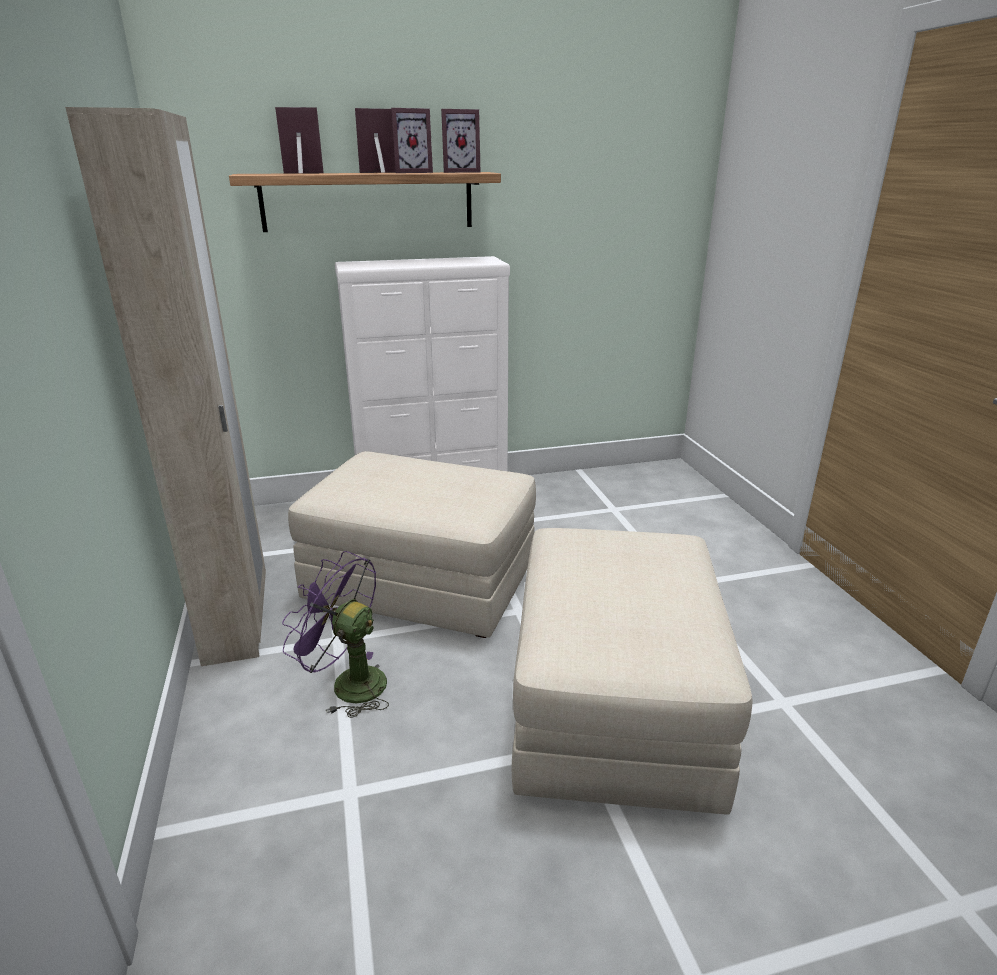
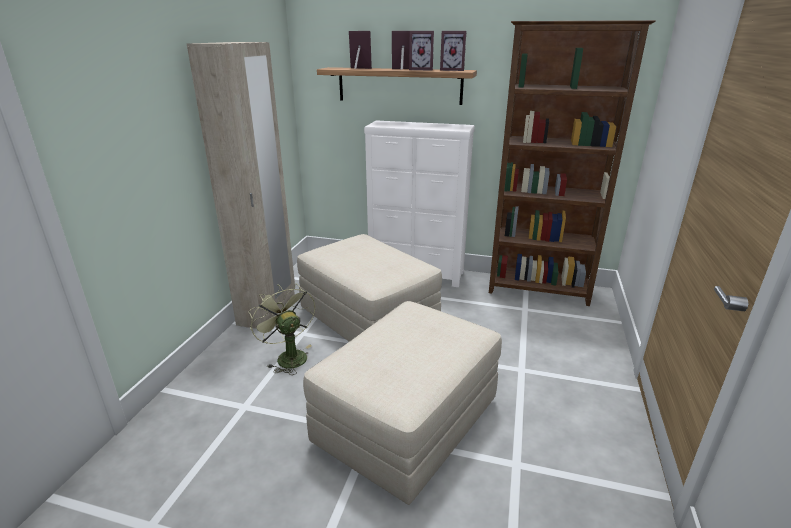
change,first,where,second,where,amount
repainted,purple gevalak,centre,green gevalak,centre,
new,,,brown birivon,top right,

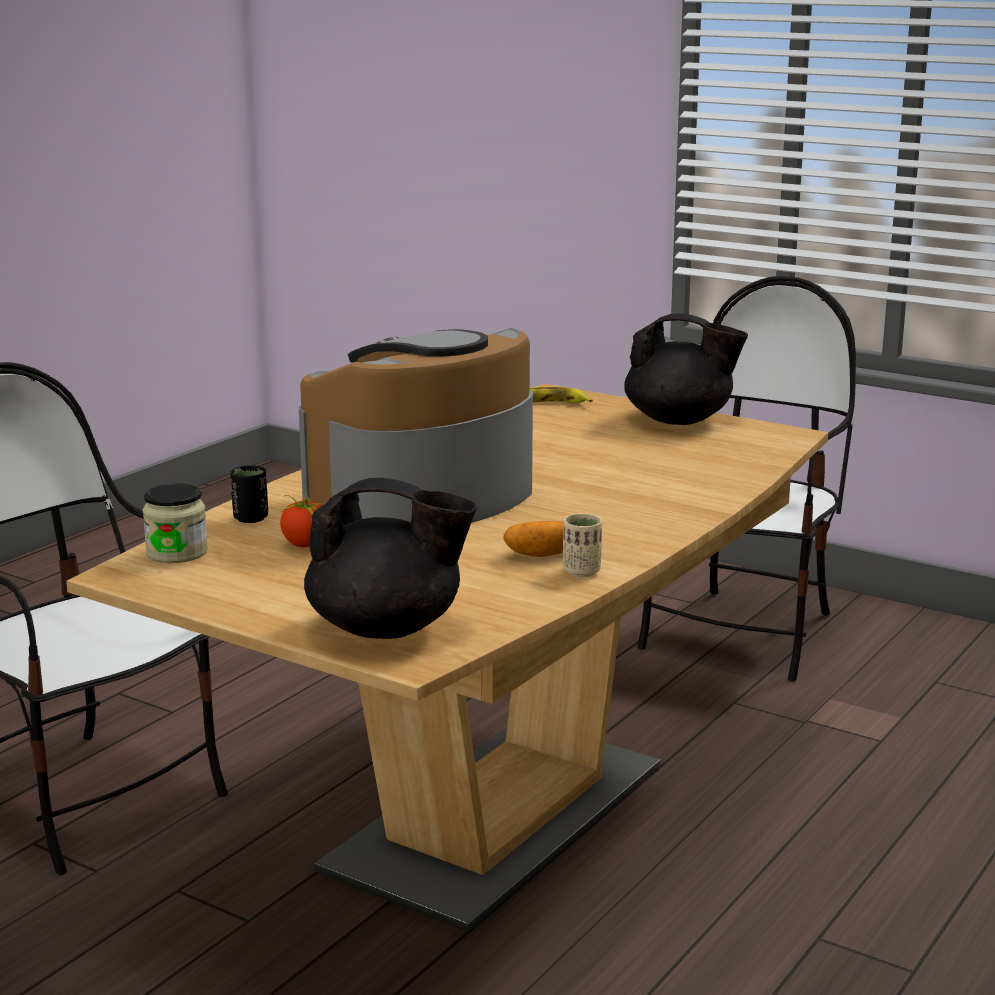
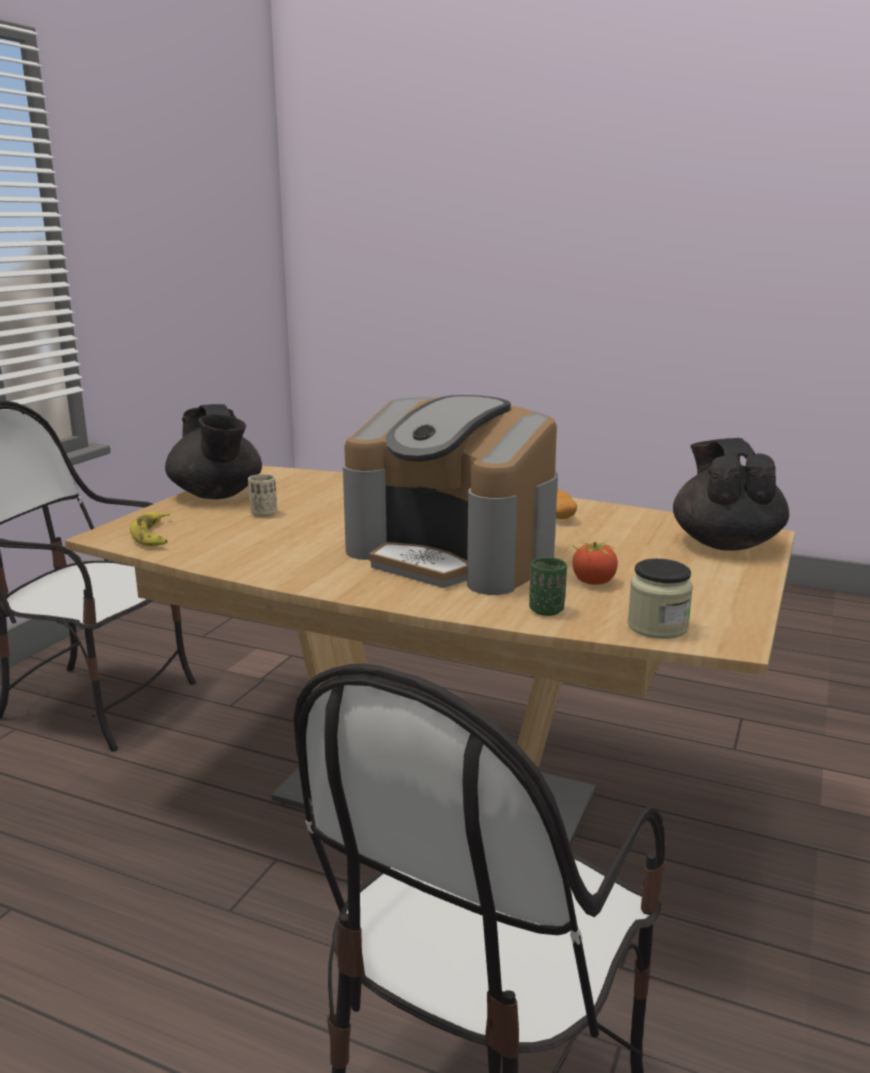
change,first,where,second,where,amount
rotated,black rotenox (no. 2 from left in the first image),middle right,black rotenox (no. 1 from left),middle left,150 degrees clockwise
repainted,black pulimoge,middle left,green pulimoge,centre,
shifted,beige pulimoge,centre,,middle left,

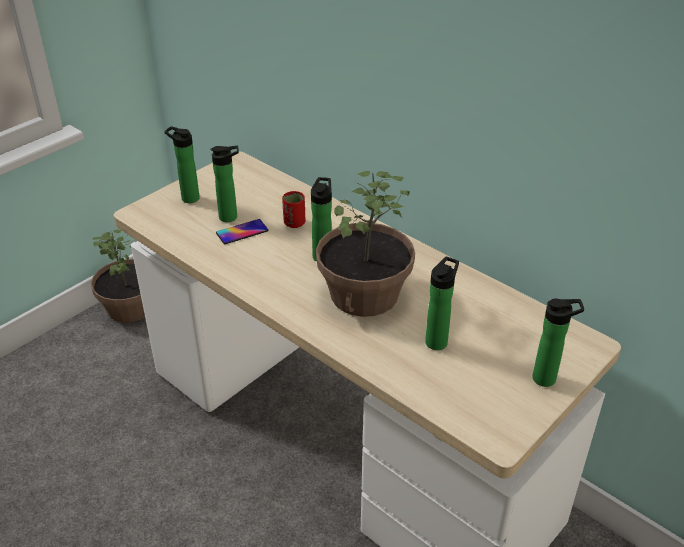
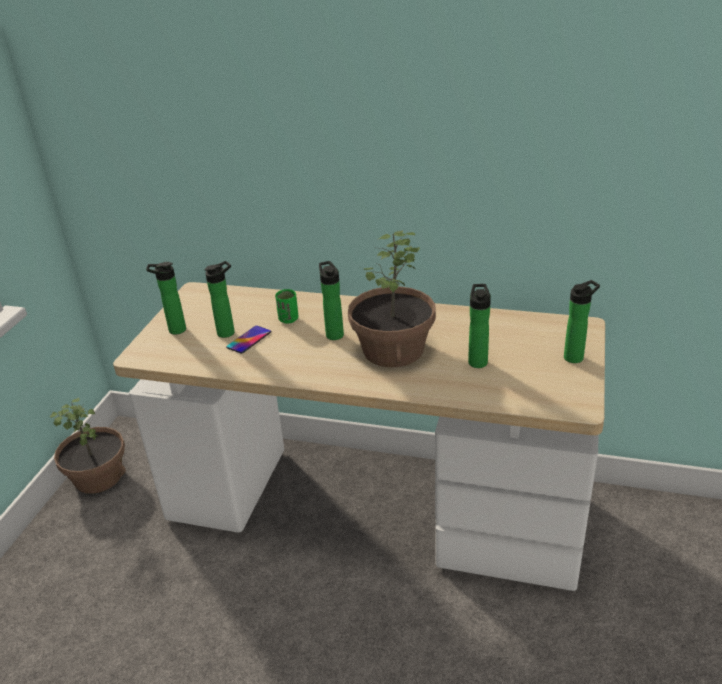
change,first,where,second,where,amount
repainted,red pulimoge,centre,green pulimoge,centre,

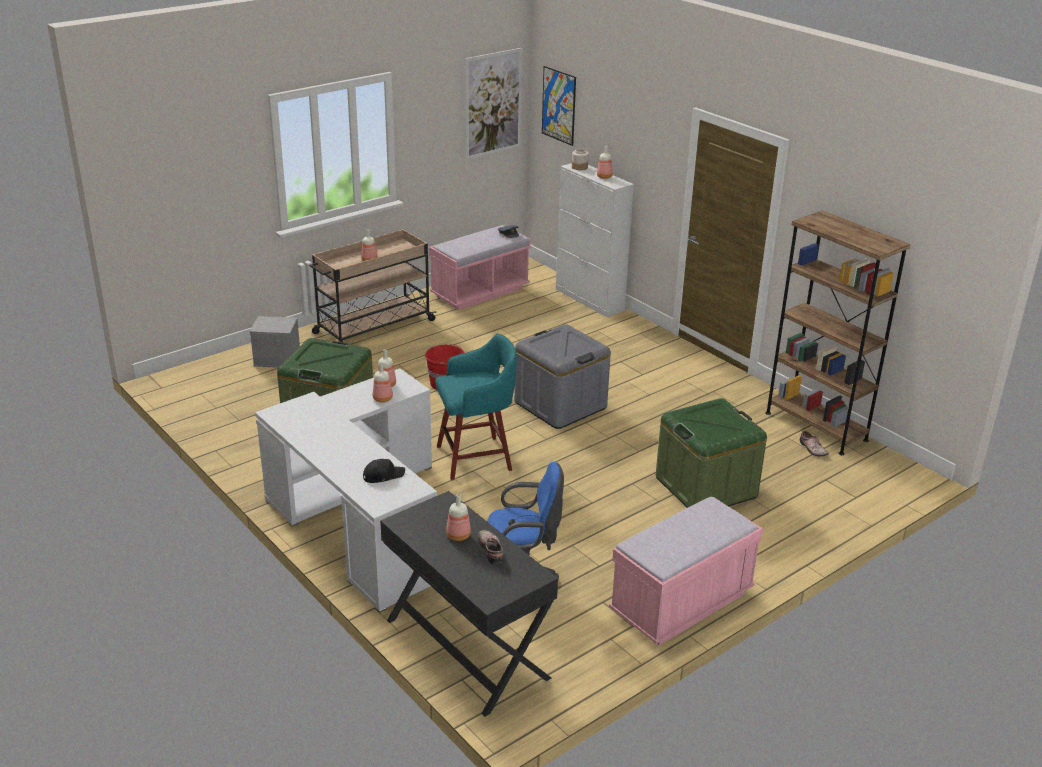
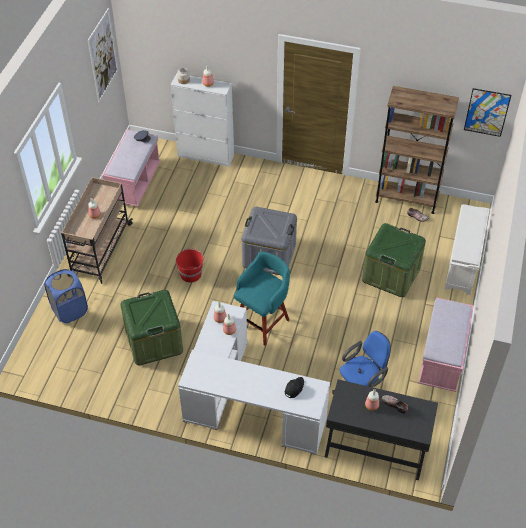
change,first,where,second,where,amount
shifted,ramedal (no. 2 from left),top centre,,top right,
swapped,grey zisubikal (no. 1 from left),middle left,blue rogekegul,middle left,
new,,,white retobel,middle right,

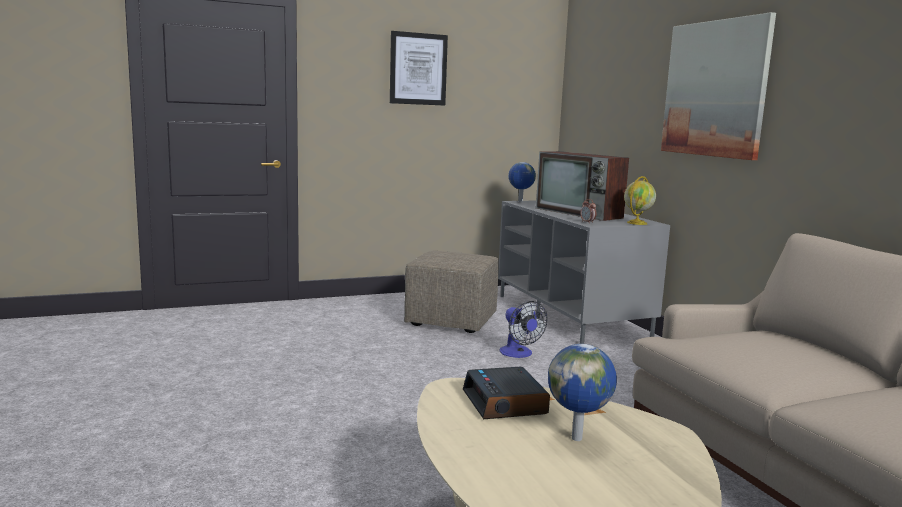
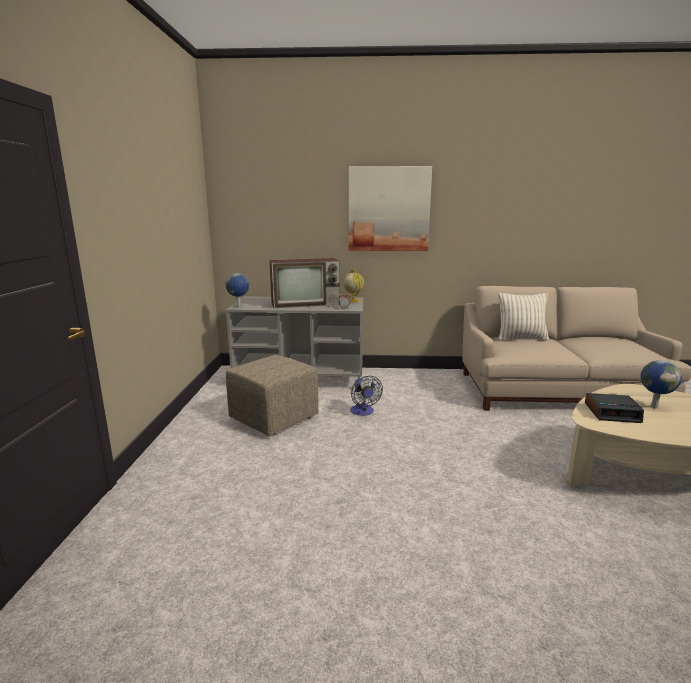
change,first,where,second,where,amount
gone,ramedal (no. 1 from left),top centre,,,
rotated,gevalak,centre,,centre,75 degrees clockwise
new,,,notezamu,middle right,

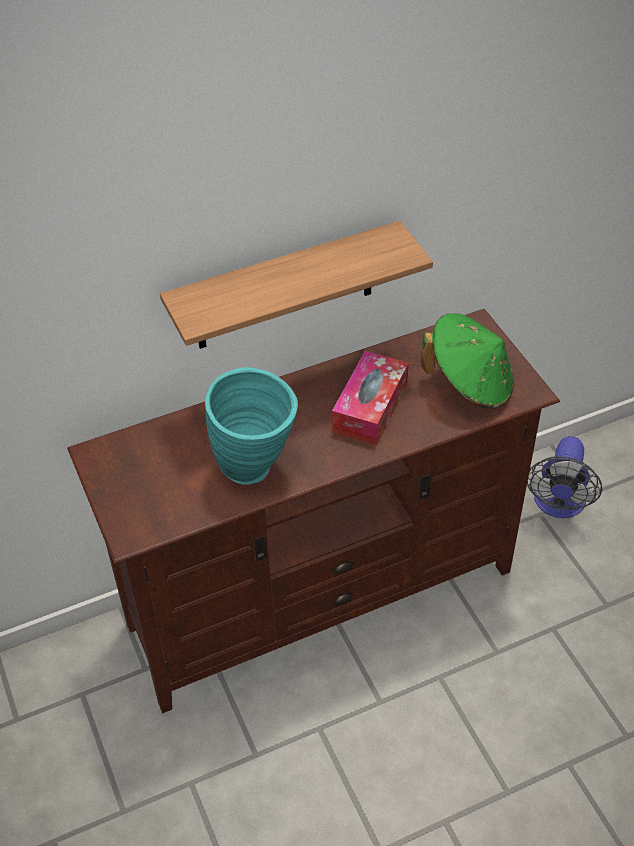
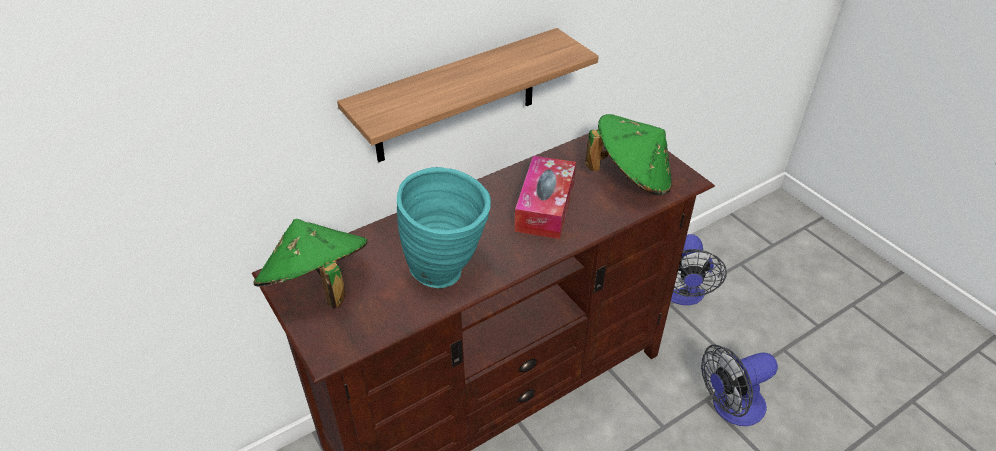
change,first,where,second,where,amount
new,,,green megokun (no. 1 from left),middle left,
new,,,gevalak (no. 2 from left),bottom right,

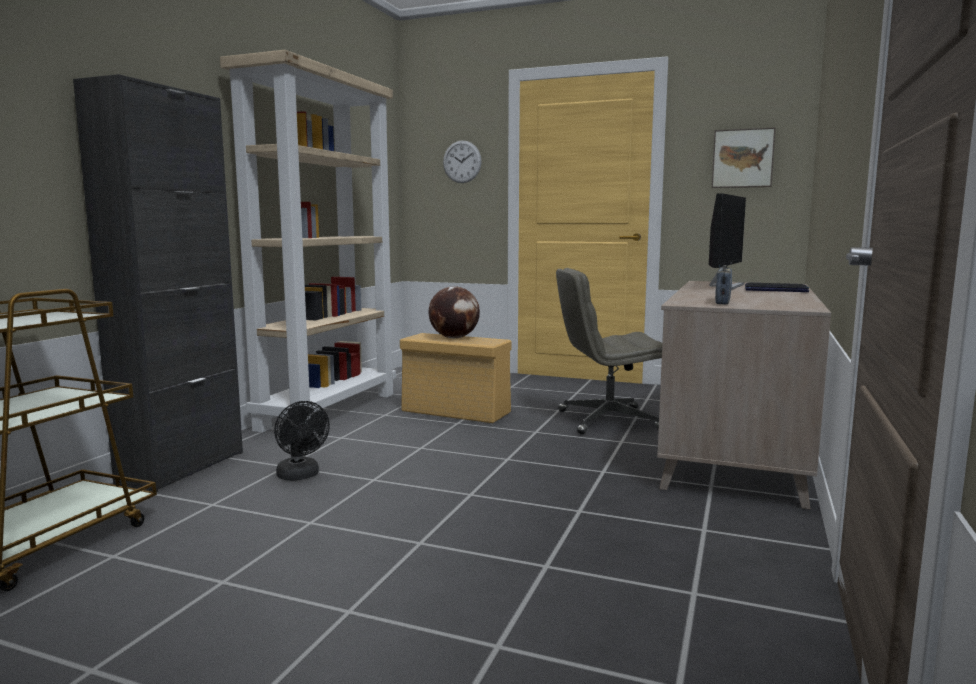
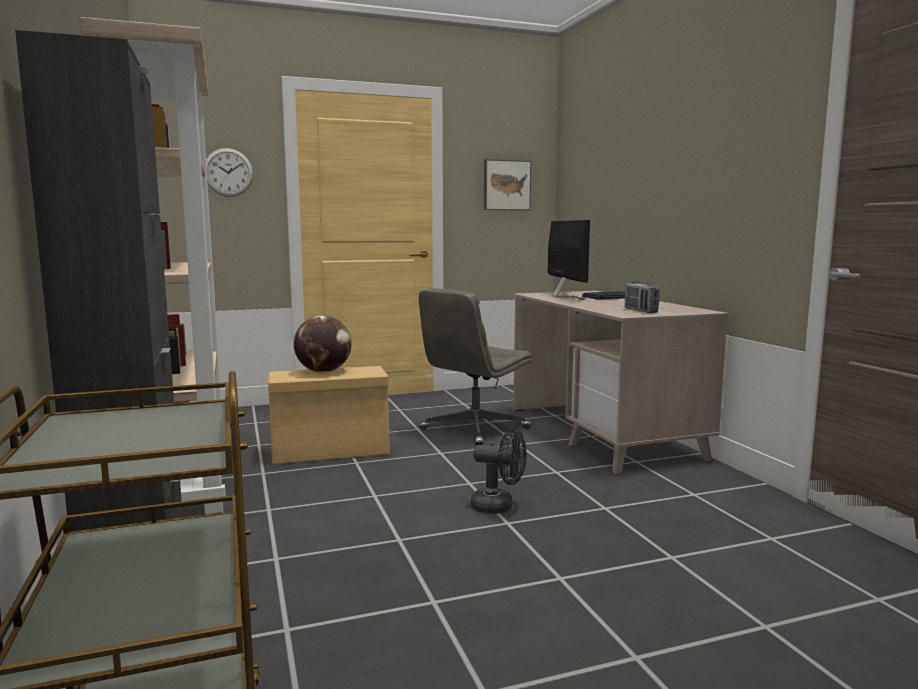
change,first,where,second,where,amount
shifted,black gevalak,middle left,,bottom centre,

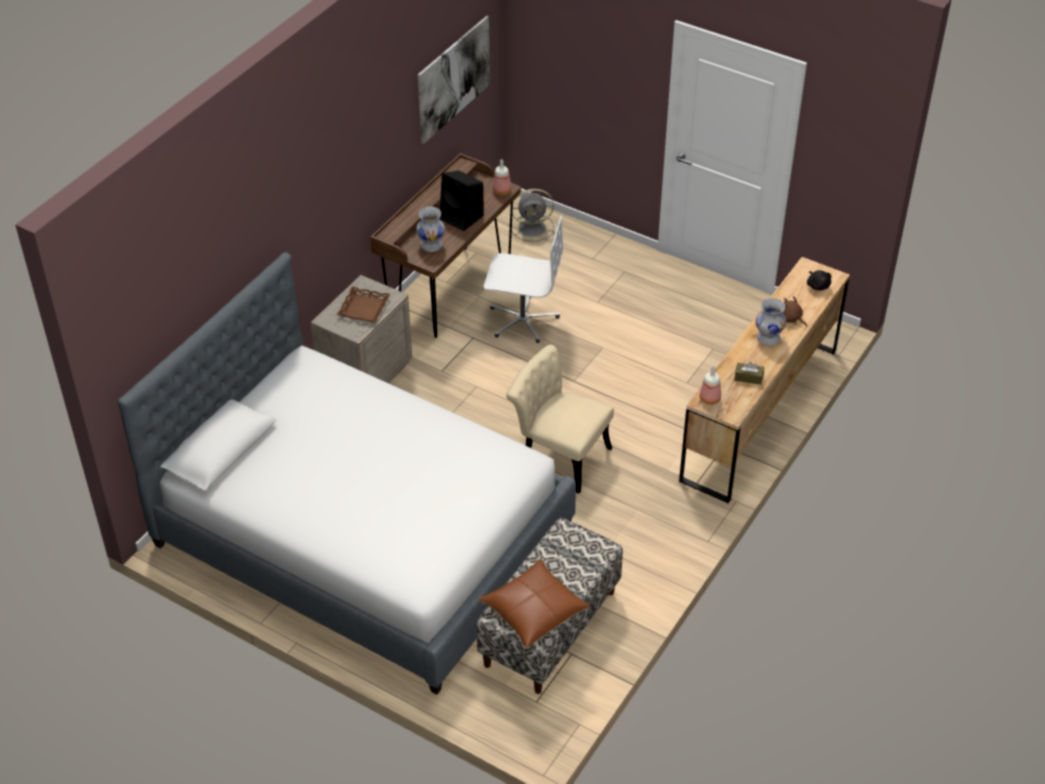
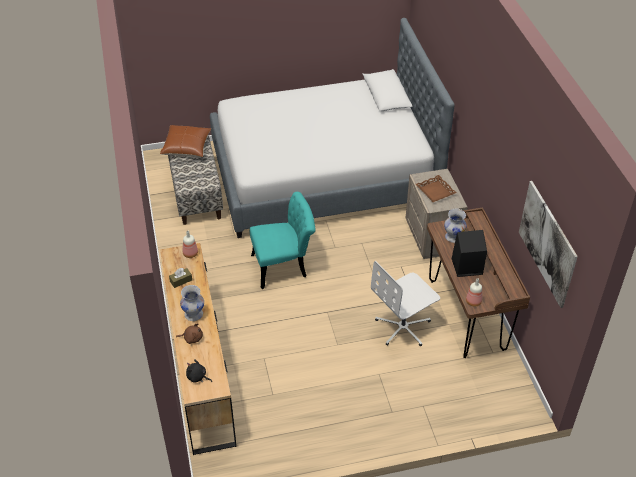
change,first,where,second,where,amount
gone,grey gevalak,top centre,,,
repainted,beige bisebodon,centre,turquoise bisebodon,centre,

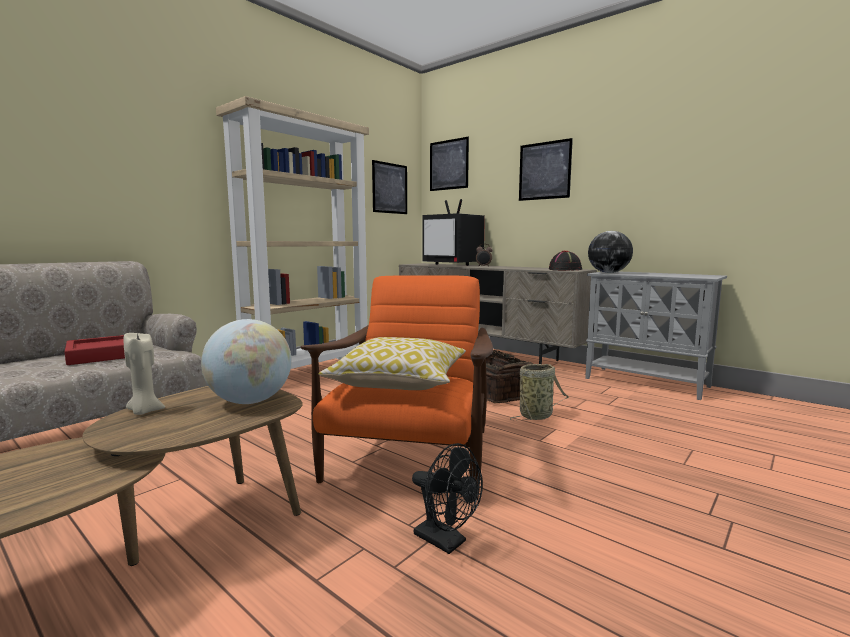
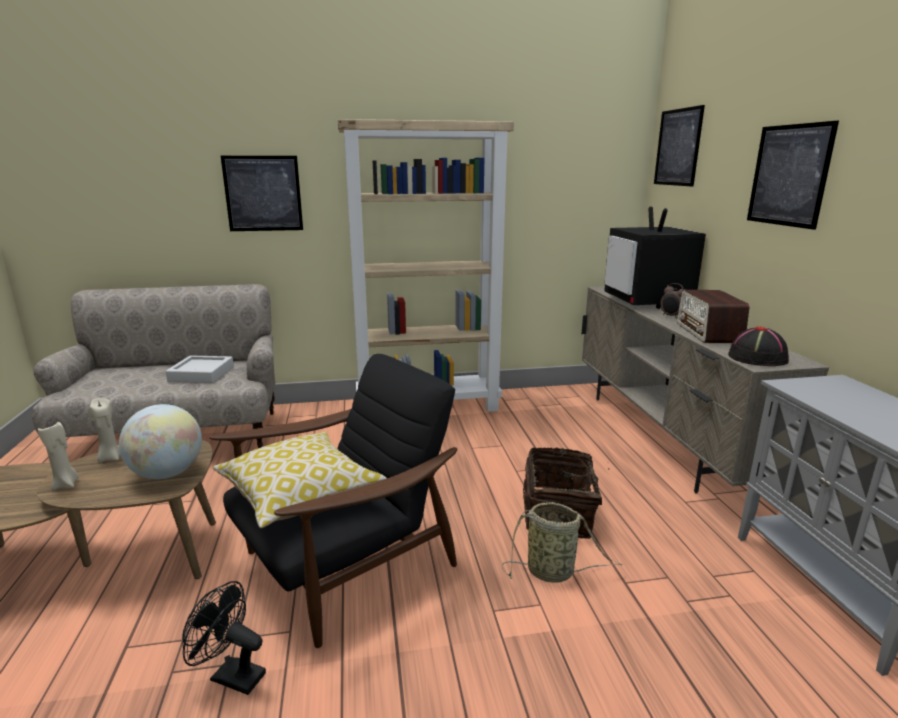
change,first,where,second,where,amount
shifted,ramedal (no. 1 from left),top centre,,top left,
gone,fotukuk (no. 2 from left),middle right,,,
repainted,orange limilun,centre,black limilun,bottom centre,
repainted,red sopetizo,middle left,grey sopetizo,middle left,
rotated,black gevalak,bottom centre,,bottom left,120 degrees clockwise
new,,,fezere,middle right,
new,,,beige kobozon (no. 1 from left),middle left,

